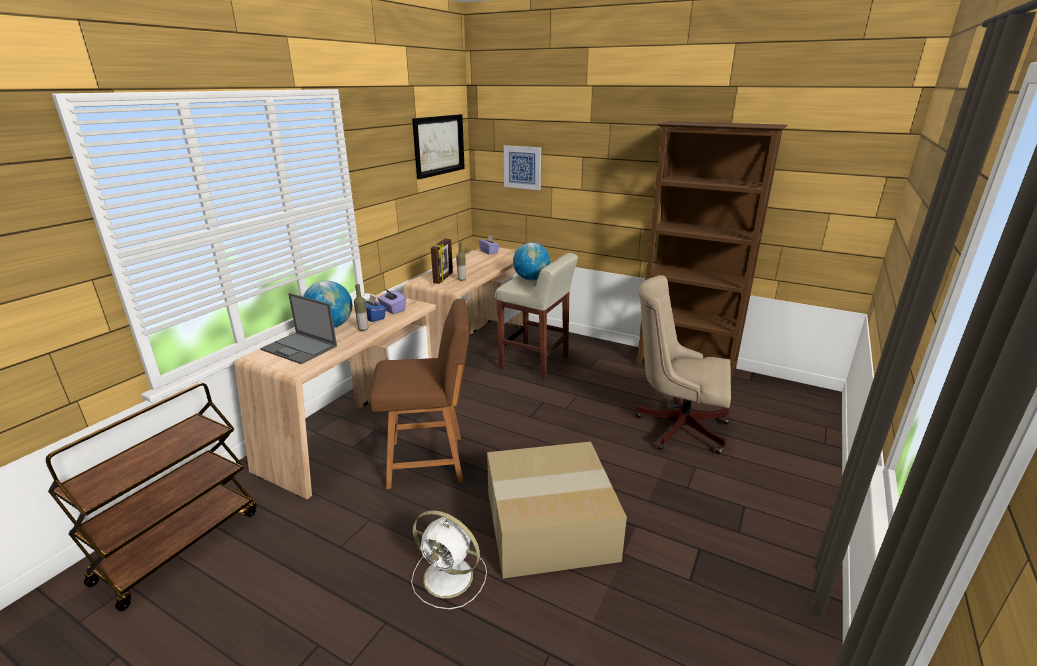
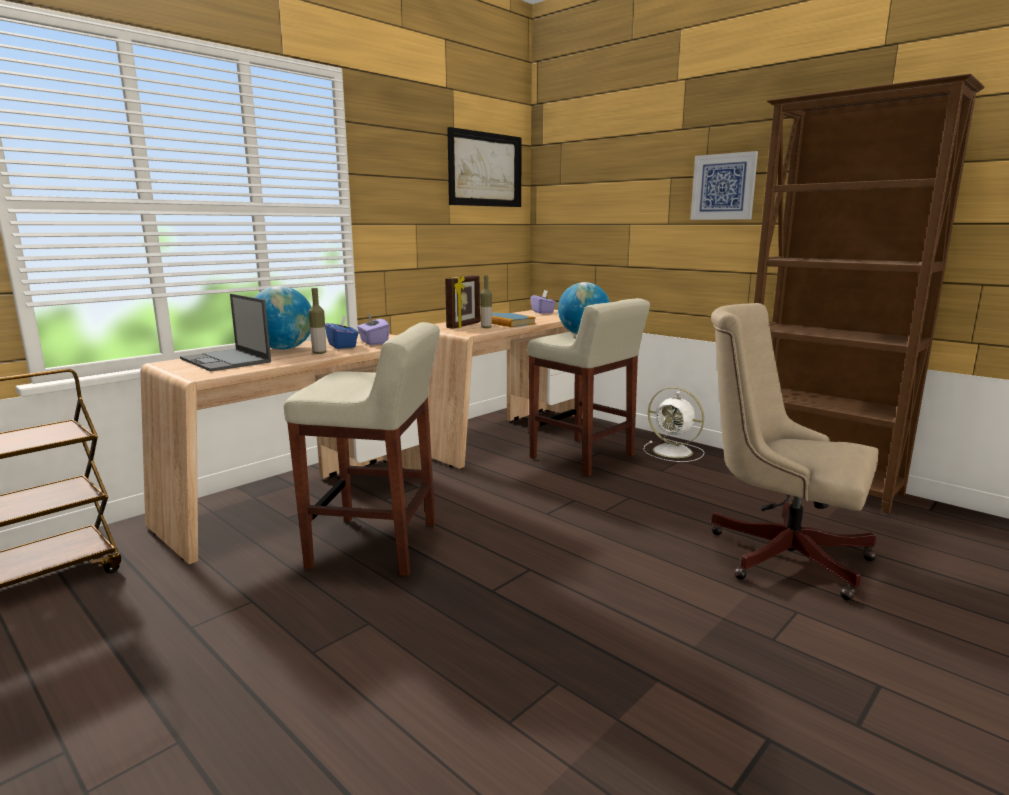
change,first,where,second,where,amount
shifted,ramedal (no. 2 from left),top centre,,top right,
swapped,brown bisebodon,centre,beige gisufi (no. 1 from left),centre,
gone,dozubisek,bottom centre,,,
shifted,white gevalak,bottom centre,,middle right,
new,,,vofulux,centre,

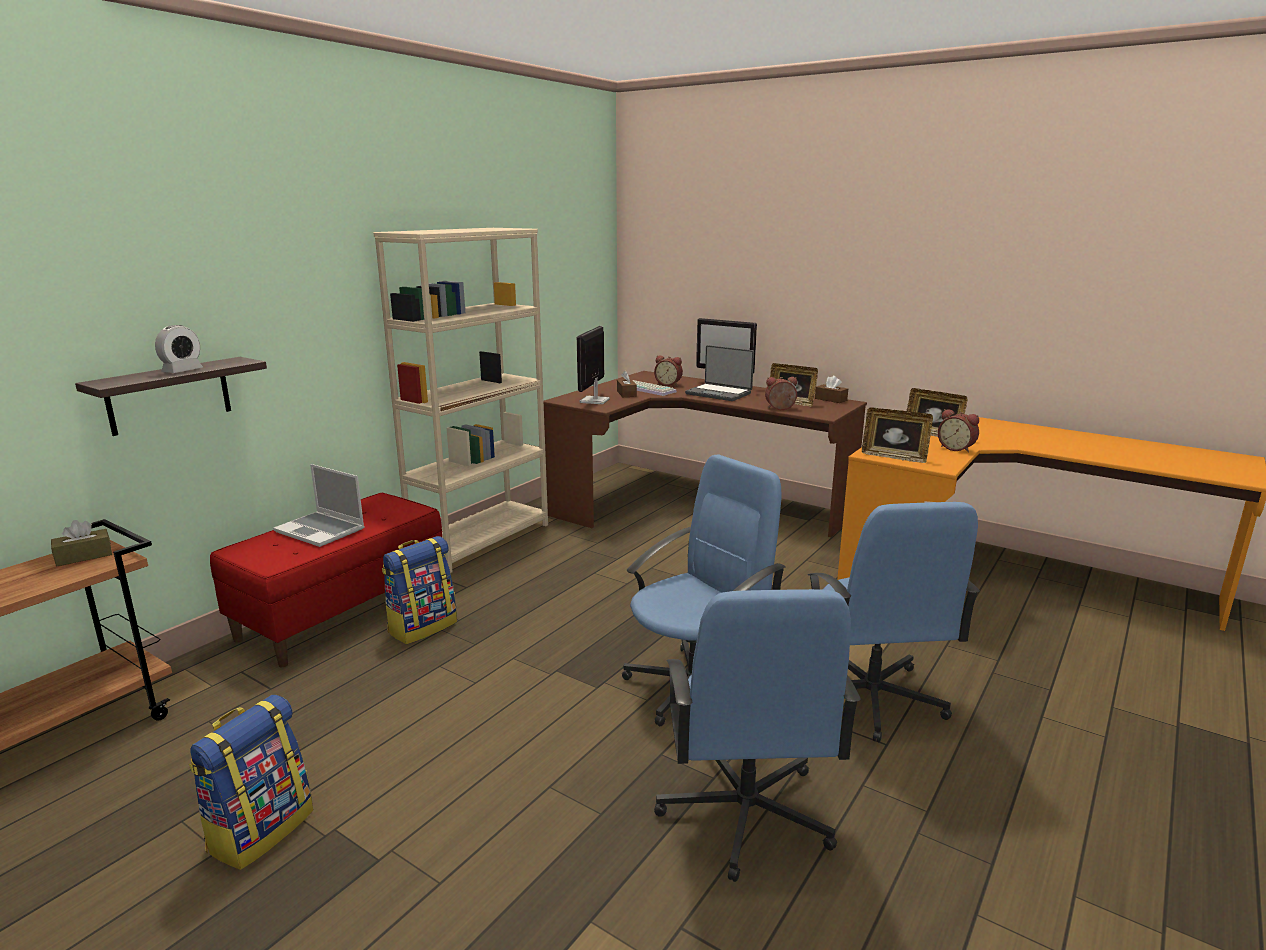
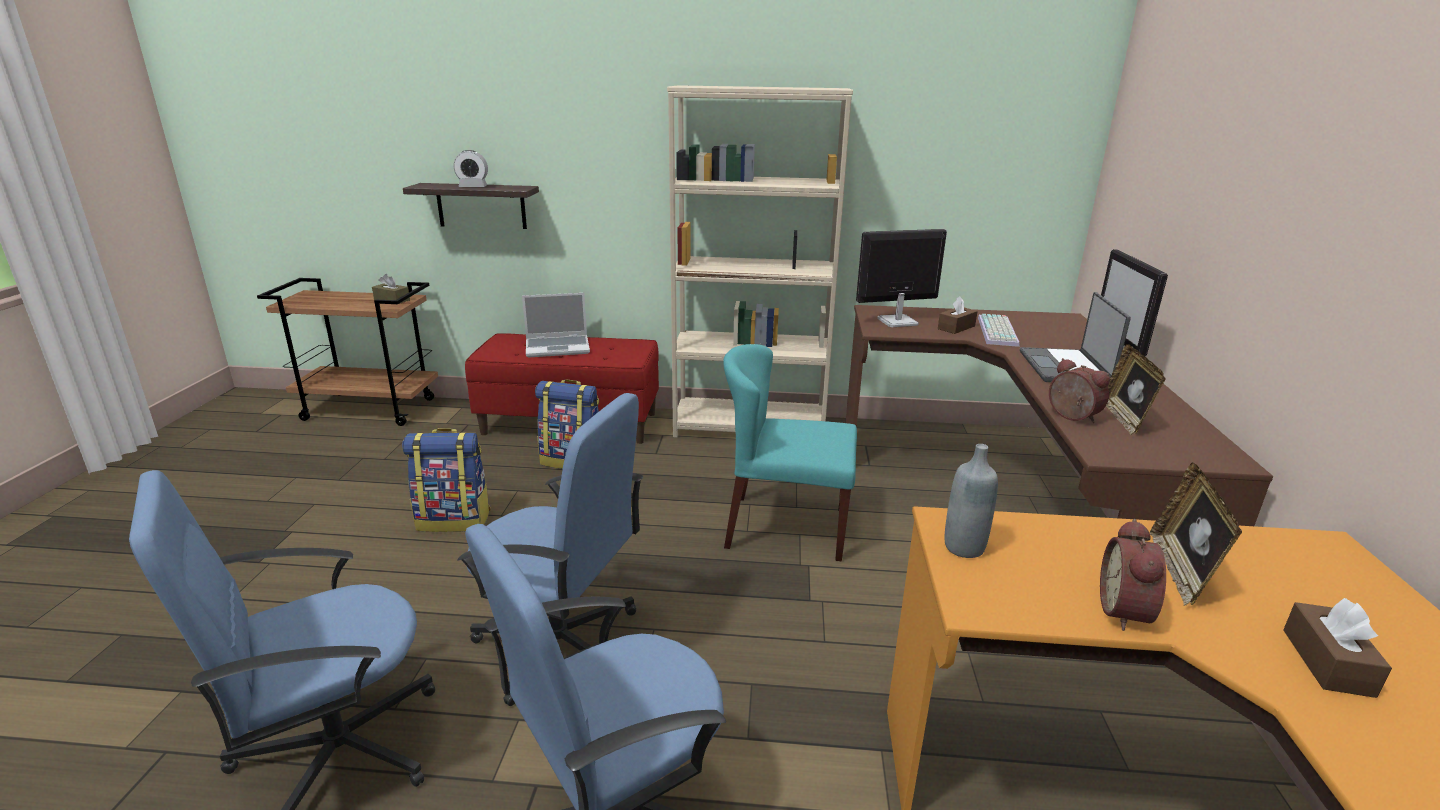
change,first,where,second,where,amount
gone,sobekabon (no. 2 from left),centre,,,
shifted,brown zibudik (no. 3 from left),centre,,bottom right,
swapped,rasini (no. 2 from left),middle right,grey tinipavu,middle right,
rotated,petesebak (no. 1 from left),middle left,,centre,105 degrees counterclockwise
shifted,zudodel (no. 1 from left),bottom left,,middle left,
new,,,turquoise bisebodon,centre,

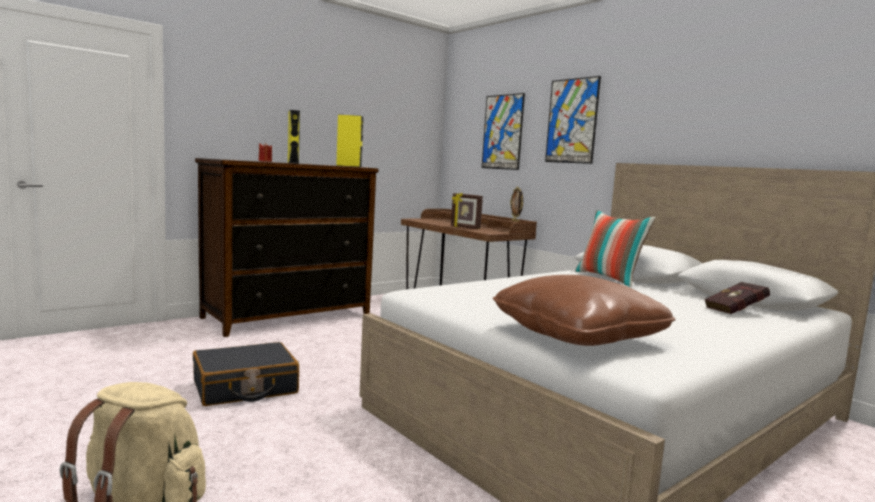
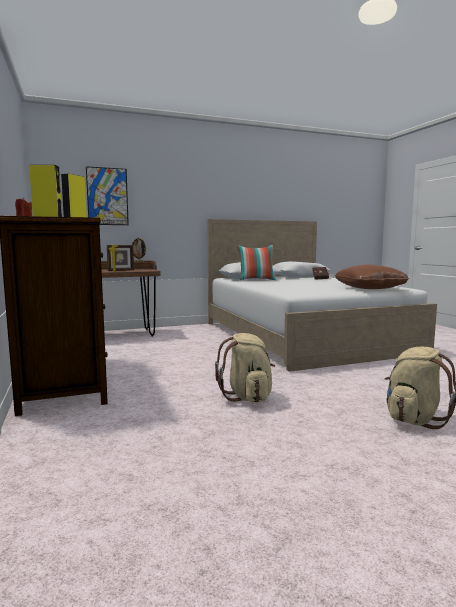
change,first,where,second,where,amount
gone,ramedal (no. 2 from left),top centre,,,
swapped,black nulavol,bottom left,beige zudodel (no. 1 from left),centre,

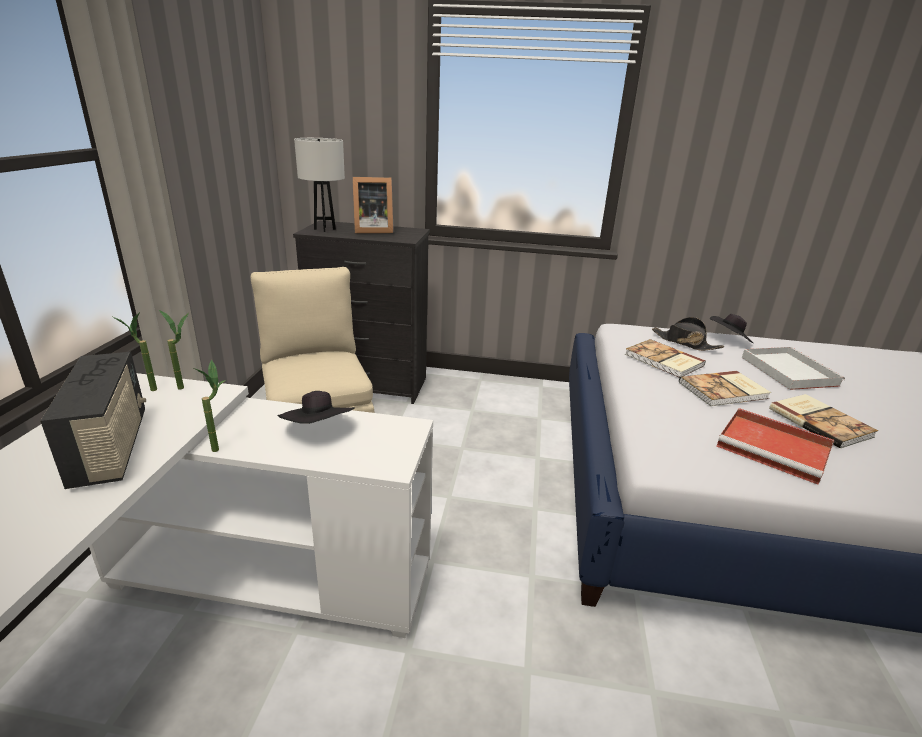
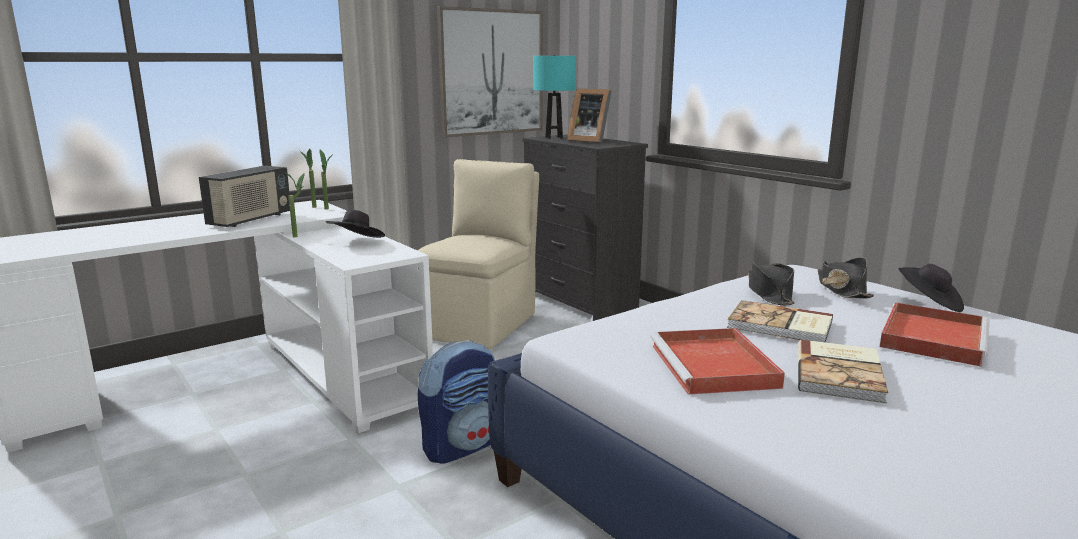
change,first,where,second,where,amount
repainted,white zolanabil,top centre,turquoise zolanabil,top centre,
swapped,vofulux (no. 1 from left),middle right,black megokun (no. 2 from left),middle right,
repainted,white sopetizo,middle right,red sopetizo (no. 2 from left),middle right,
new,,,ramedal,top centre,
new,,,zudodel,bottom centre,

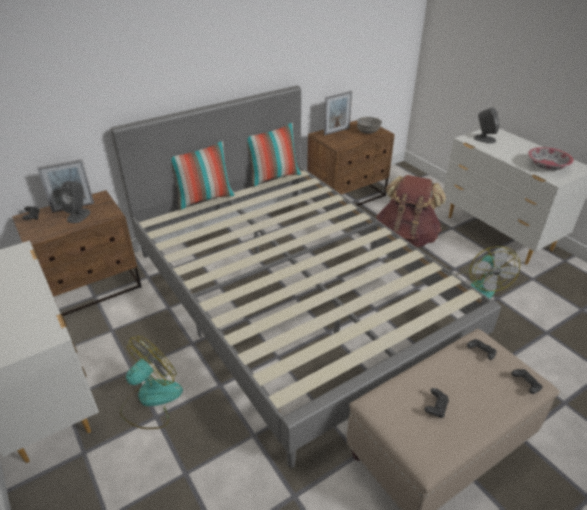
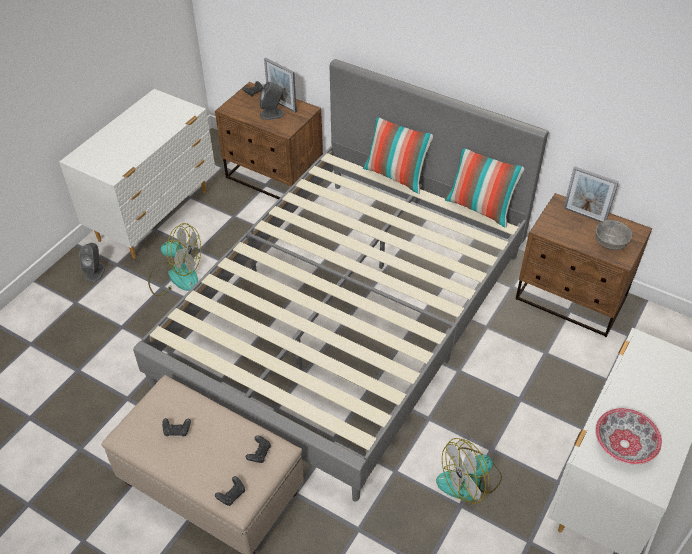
change,first,where,second,where,amount
shifted,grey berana (no. 2 from left in the first image),top right,grey berana (no. 1 from left),middle left,
gone,brown zudodel,middle right,,,

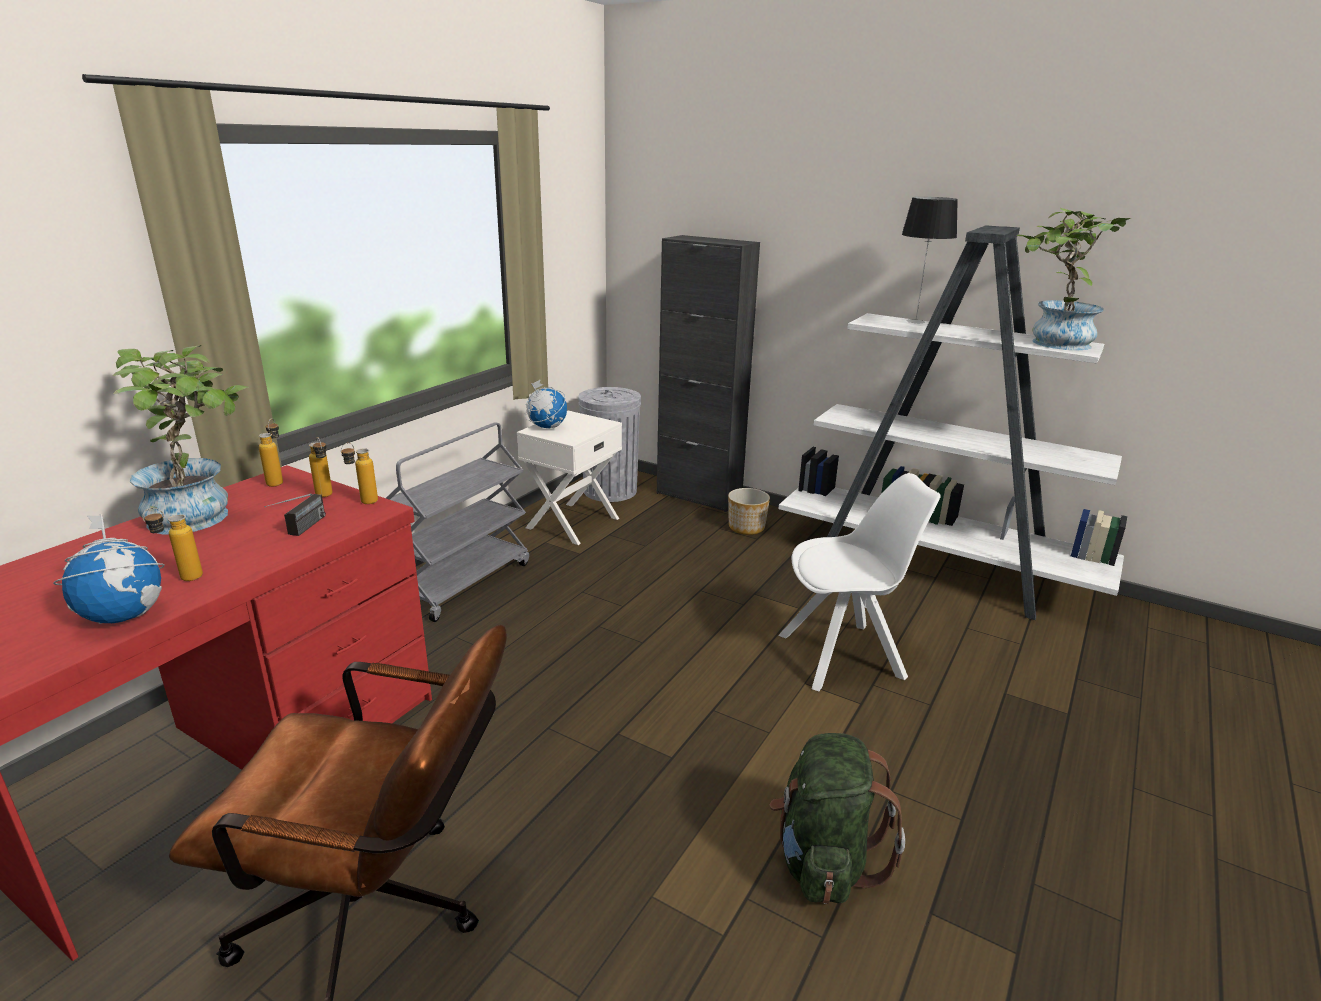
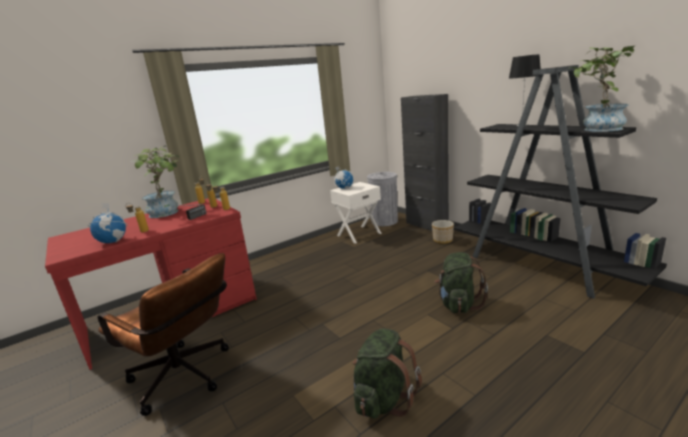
change,first,where,second,where,amount
repainted,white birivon,middle right,black birivon,middle right,
gone,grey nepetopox,centre,,,
swapped,white bisebodon,centre,green zudodel (no. 2 from left),middle right,

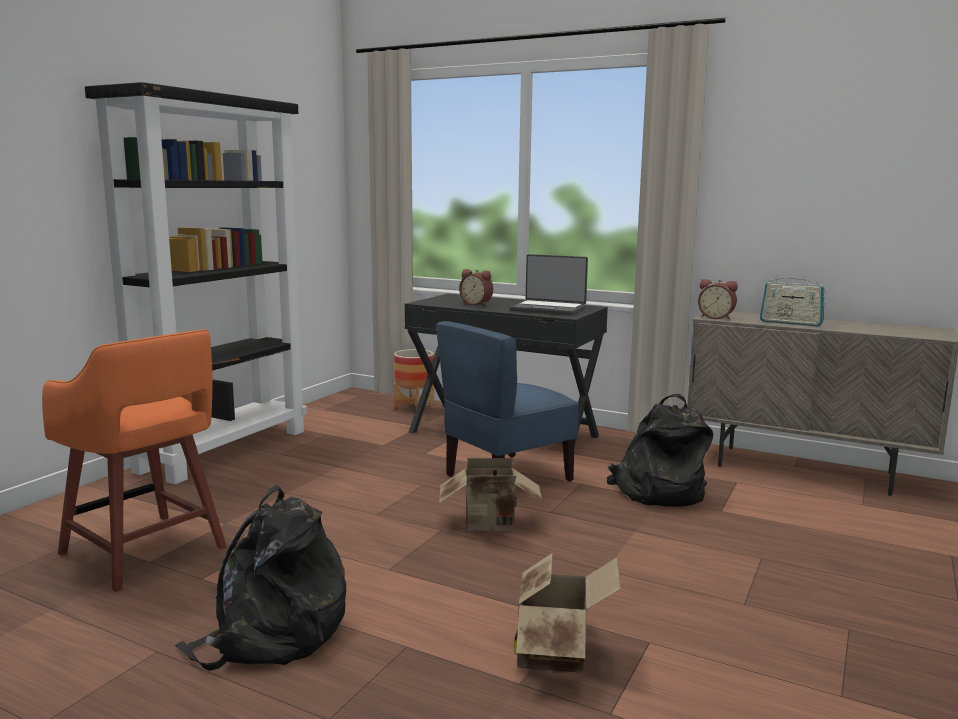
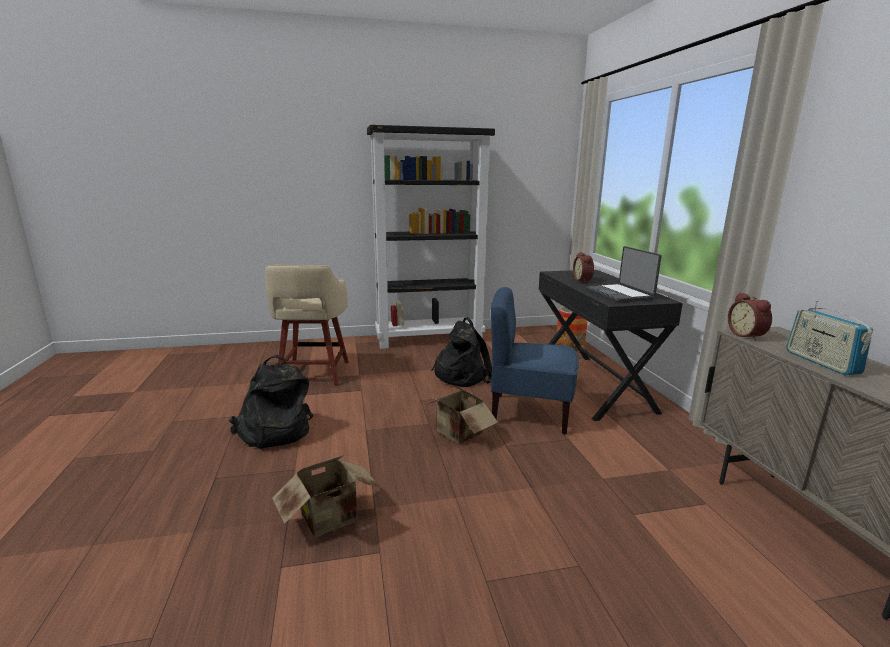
change,first,where,second,where,amount
repainted,orange gisufi,middle left,beige gisufi,centre,
shifted,black zudodel (no. 2 from left),middle right,,centre,

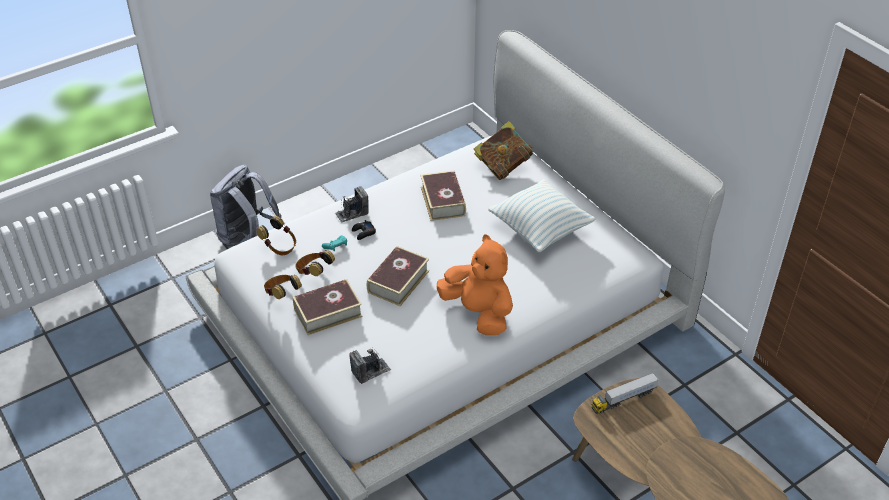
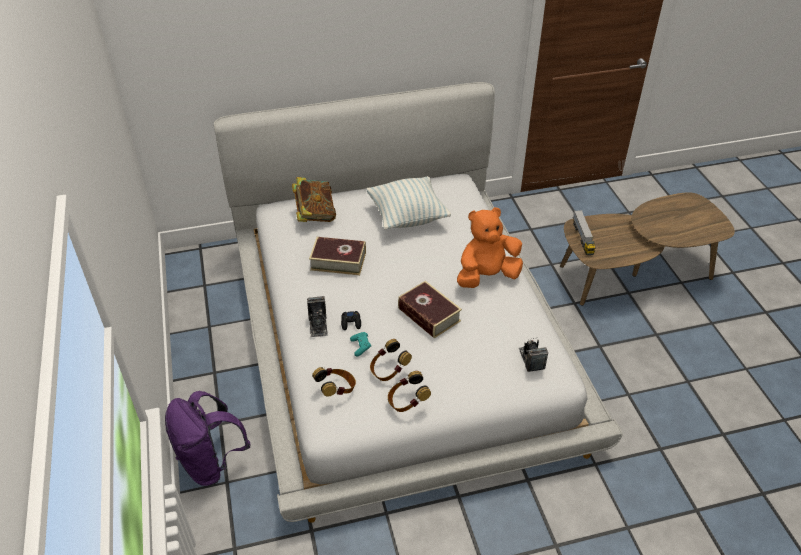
change,first,where,second,where,amount
repainted,grey zudodel,middle left,purple zudodel,bottom left,
gone,vofulux (no. 1 from left),centre,,,

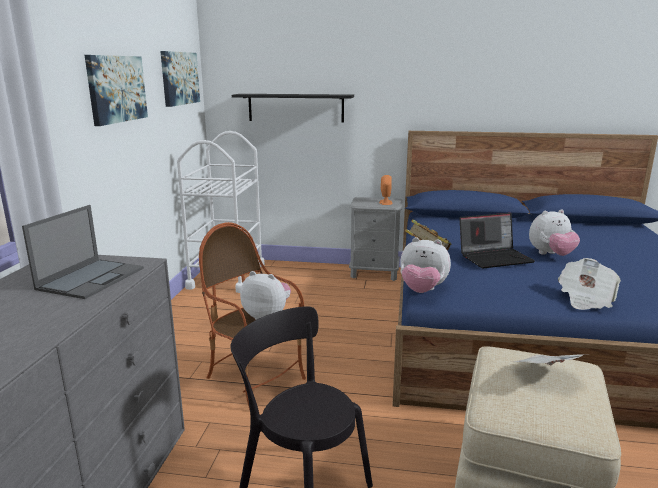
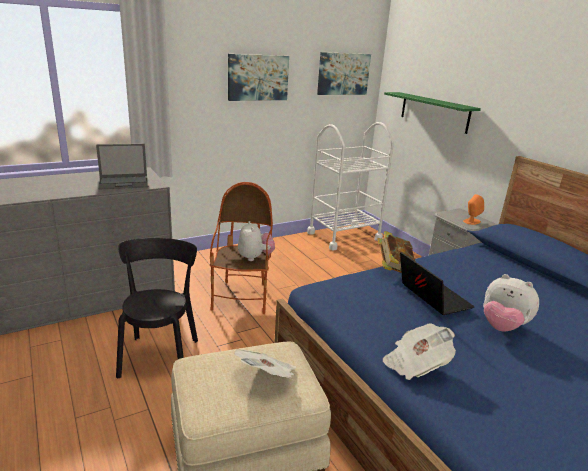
change,first,where,second,where,amount
repainted,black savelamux,top centre,green savelamux,top right,
rotated,petesebak (no. 2 from left),middle right,,middle right,150 degrees counterclockwise
gone,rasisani (no. 2 from left),centre,,,

